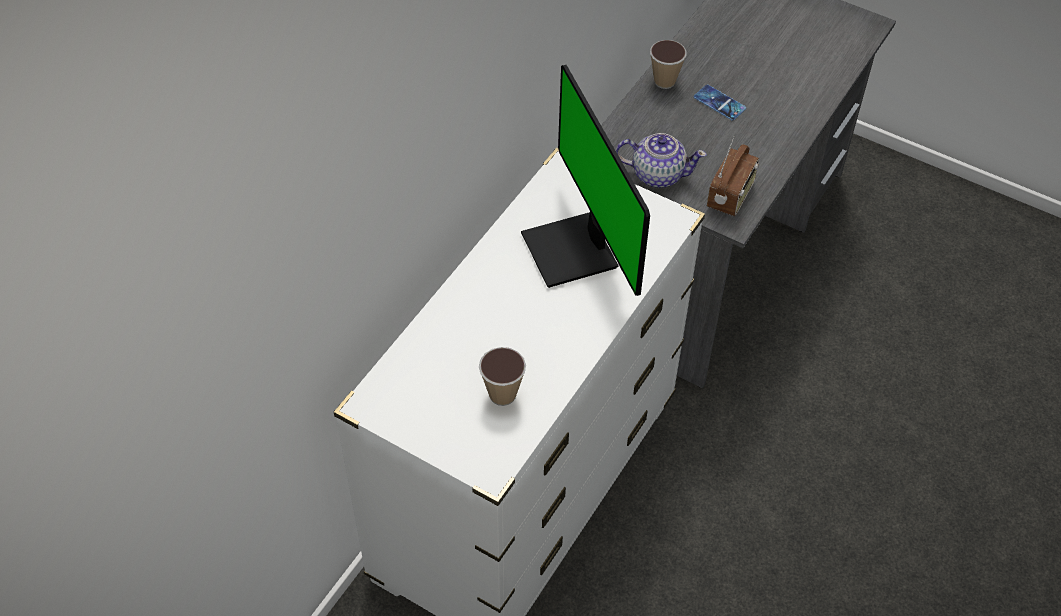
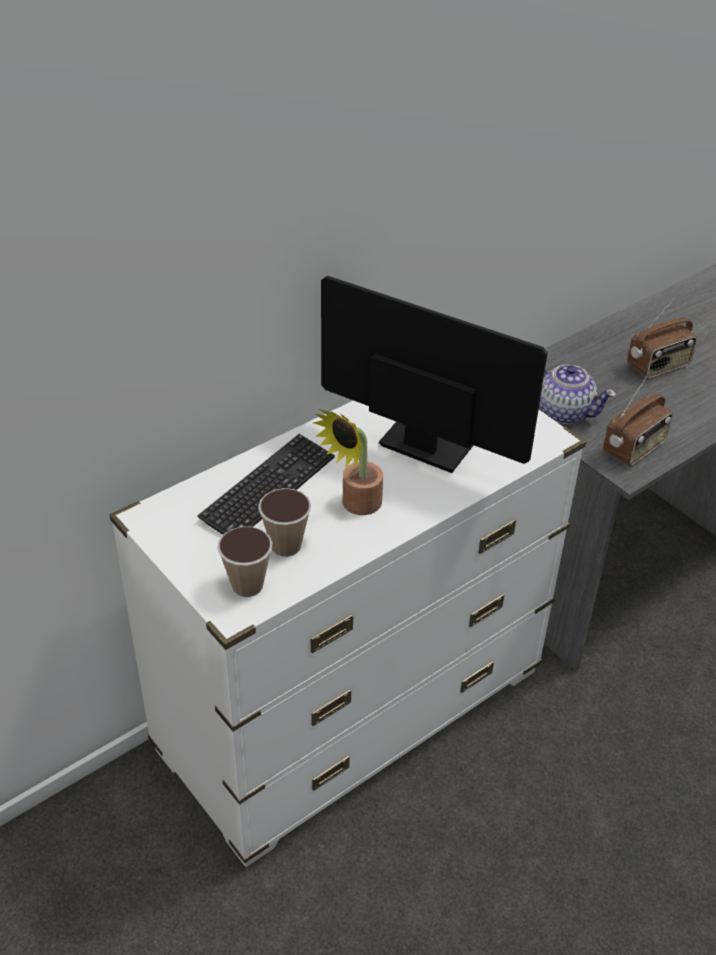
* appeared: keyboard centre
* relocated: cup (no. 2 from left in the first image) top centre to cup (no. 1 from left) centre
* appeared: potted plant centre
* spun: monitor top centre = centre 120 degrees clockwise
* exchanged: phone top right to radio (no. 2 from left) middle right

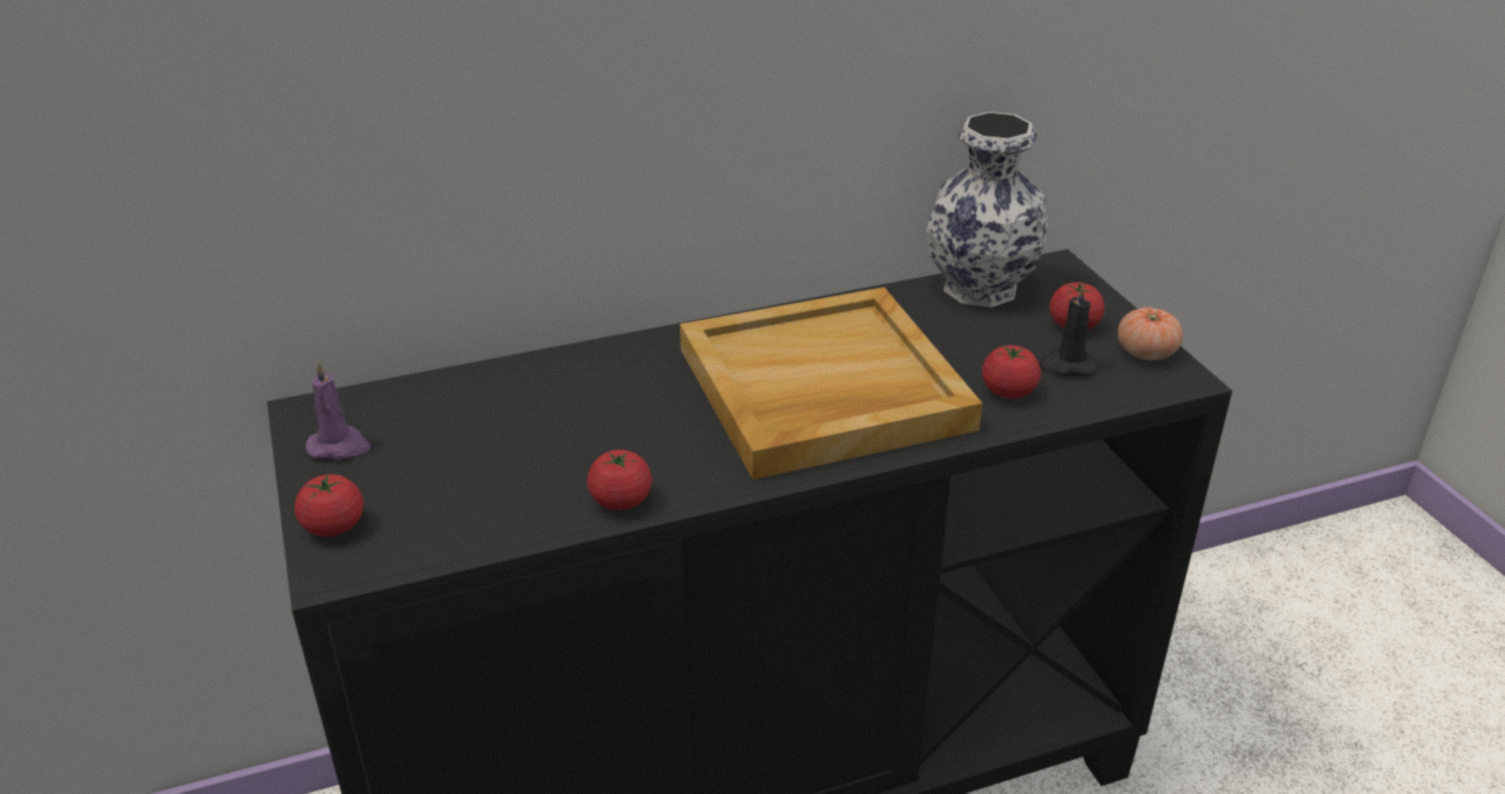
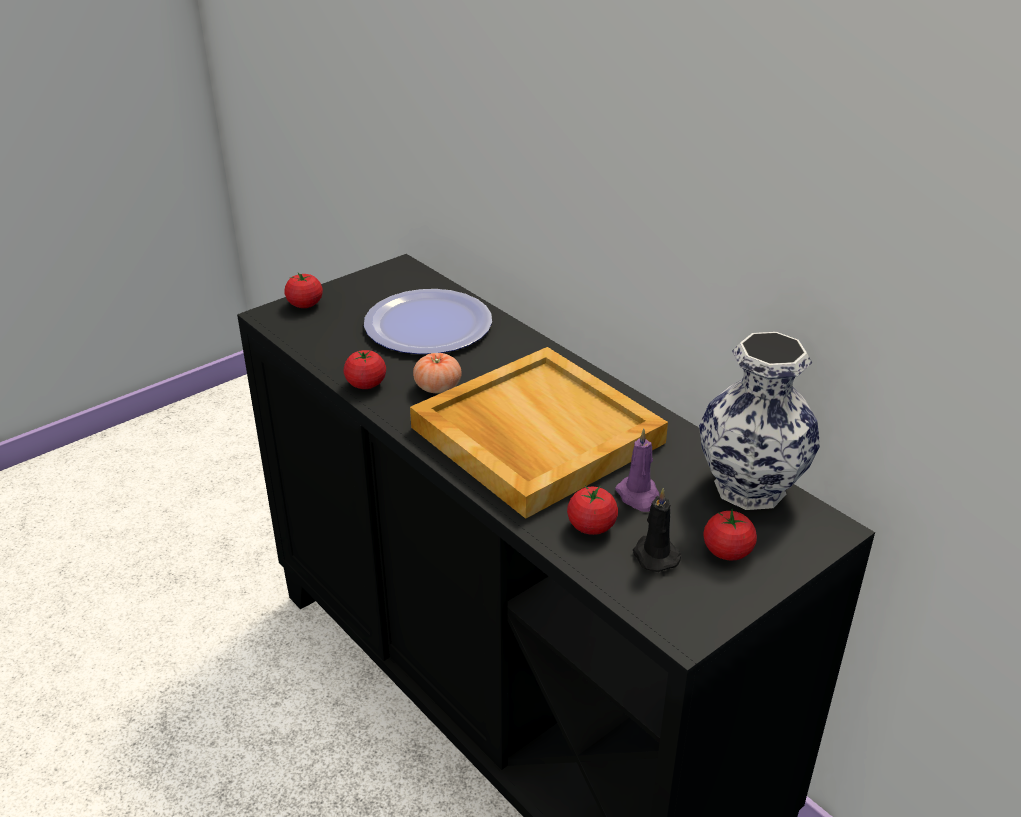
* appeared: plate centre
* relocated: tomato (no. 5 from left in the first image) middle right to tomato (no. 3 from left) centre
* relocated: candle/purple middle left to centre

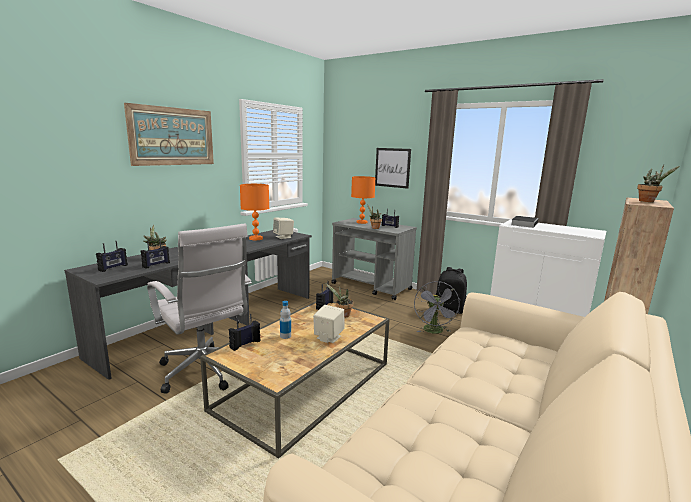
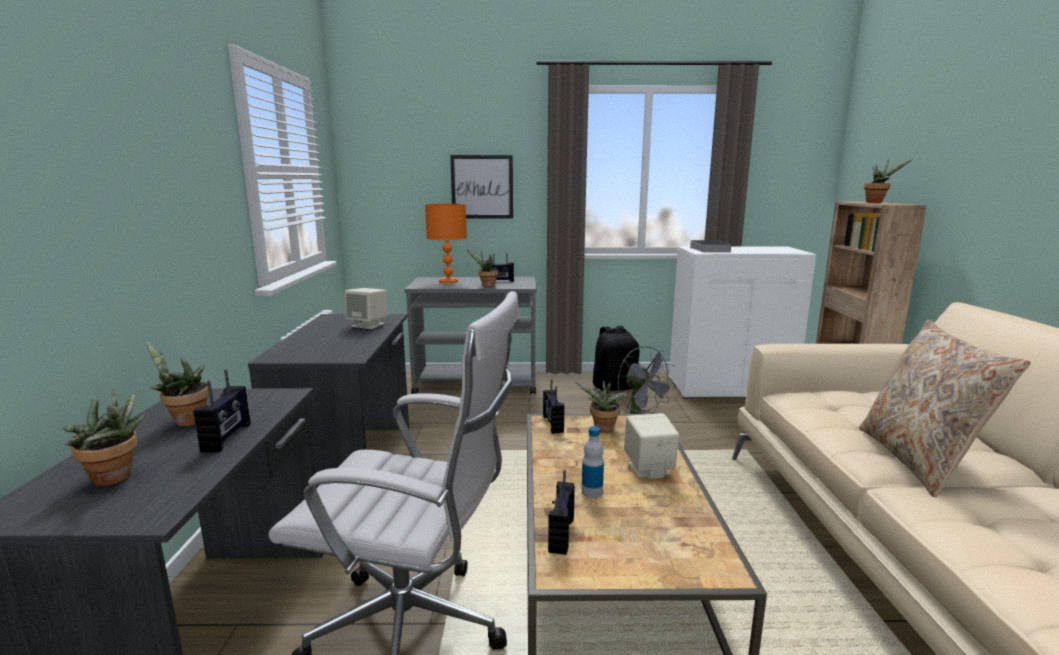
* exchanged: radio (no. 1 from left) middle left to potted plant (no. 1 from left) bottom left
* appeared: pillow/beige middle right
* missing: picture (no. 1 from left) top left
* missing: table lamp/orange (no. 1 from left) centre

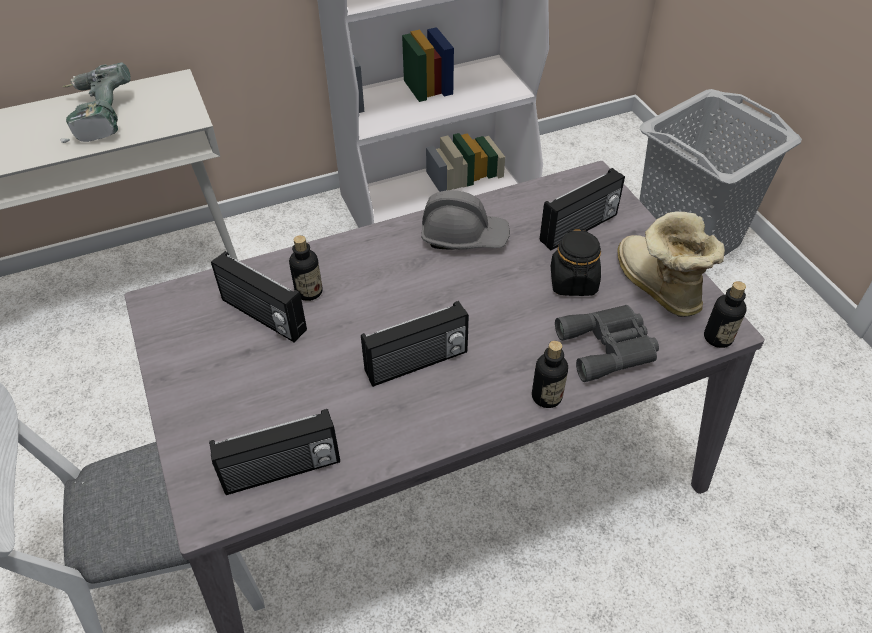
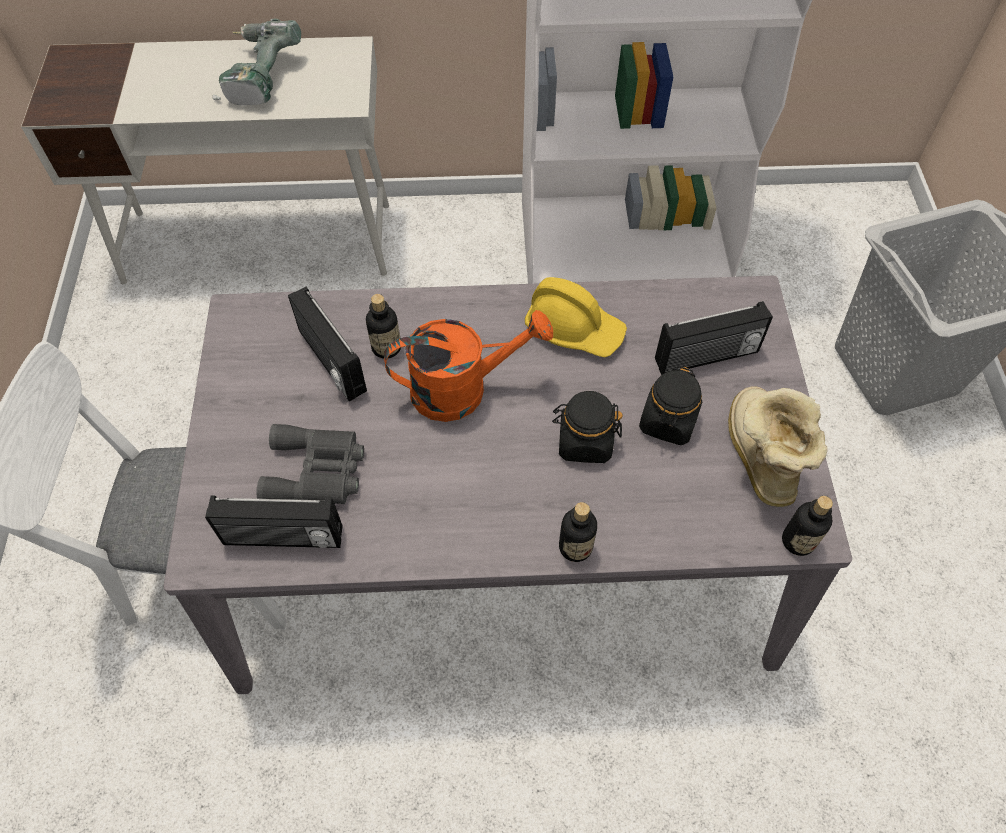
* relocated: binoculars/grey middle right to middle left
* appeared: watering can/orange centre
* colour: hard hat/grey centre to hard hat/yellow centre
* appeared: jar/black (no. 1 from left) centre
* missing: radio (no. 3 from left) centre

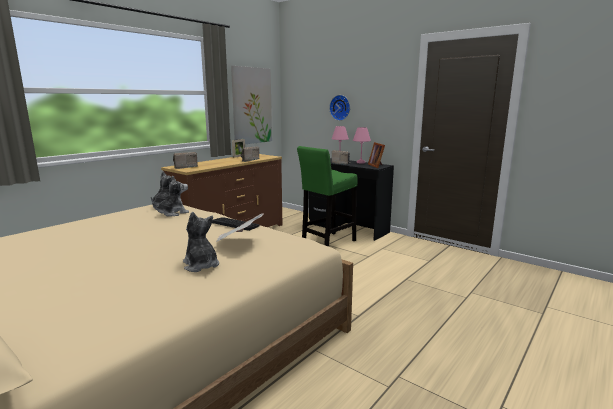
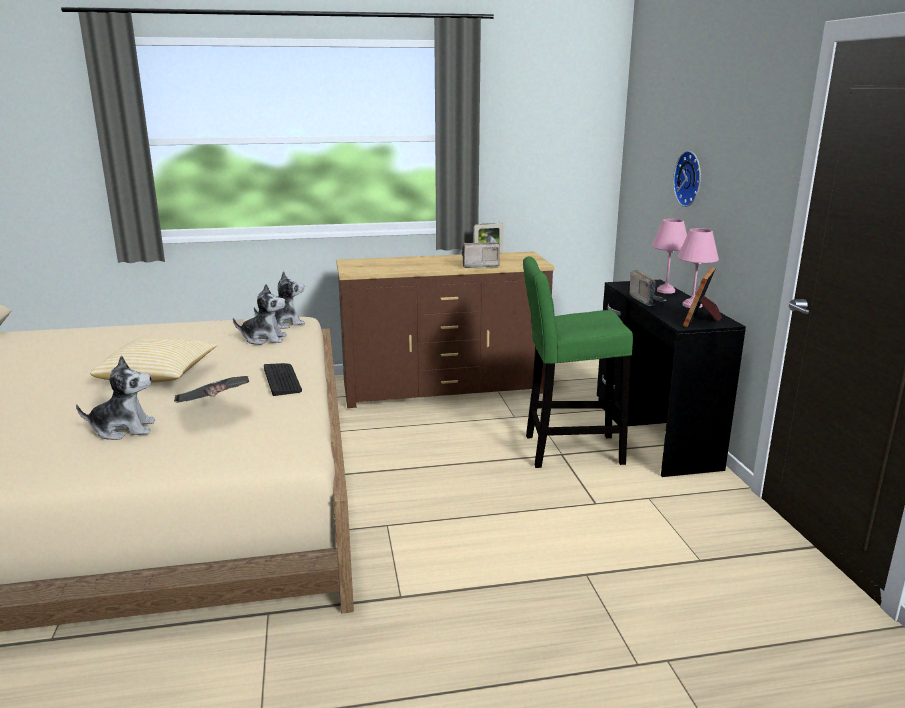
* spun: plush toy (no. 3 from left in the first image) middle left = middle left 75 degrees clockwise
* appeared: pillow middle left
* missing: radio (no. 1 from left) middle left
* missing: picture top centre

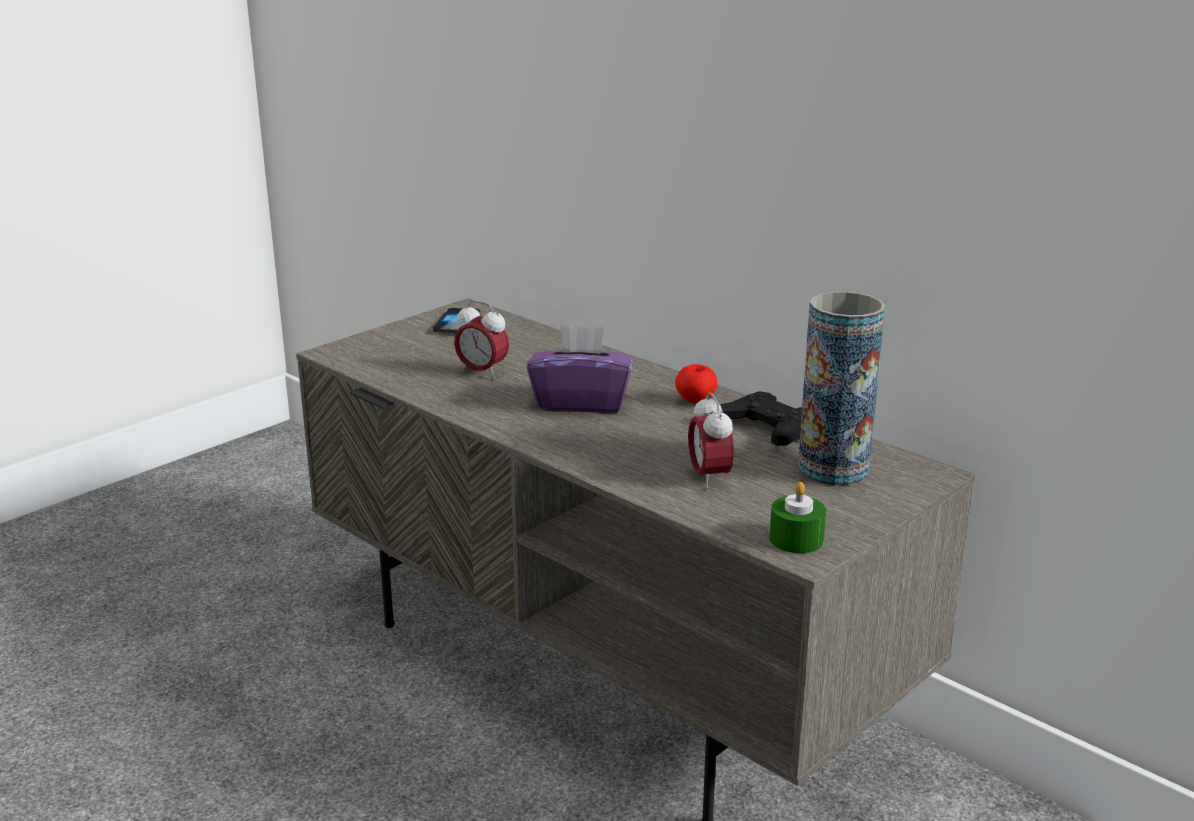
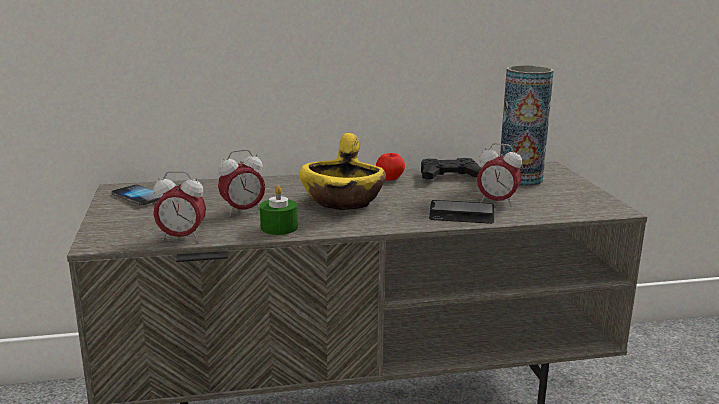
* appeared: alarm clock (no. 1 from left) middle left
* relocated: candle/green middle right to centre
* exchanged: tissue box/purple centre to bowl/yellow centre
* appeared: phone (no. 2 from left) centre

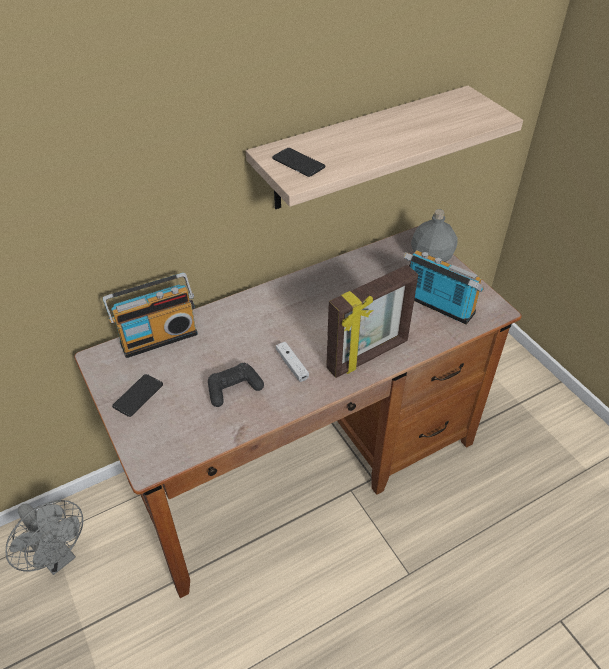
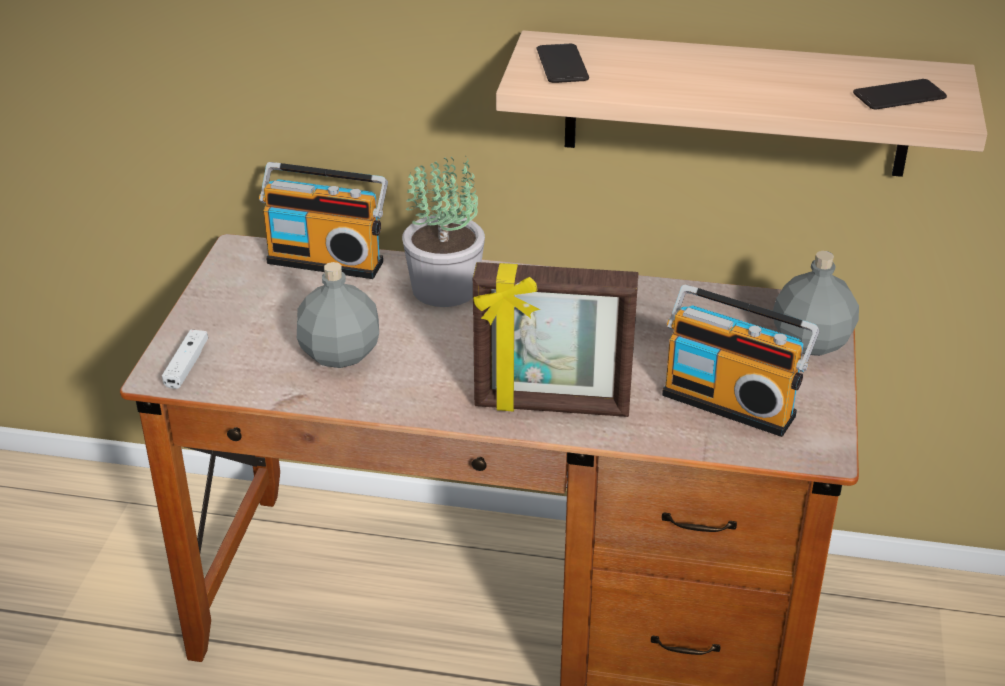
* relocated: game controller/white centre to middle left
* exchanged: game controller/black centre to bottle/grey (no. 1 from left) centre
* appeared: potted plant centre
* spun: radio (no. 2 from left) middle right = middle right 135 degrees clockwise
* relocated: phone (no. 1 from left in the first image) middle left to phone (no. 2 from left) top right
* missing: fan/grey bottom left

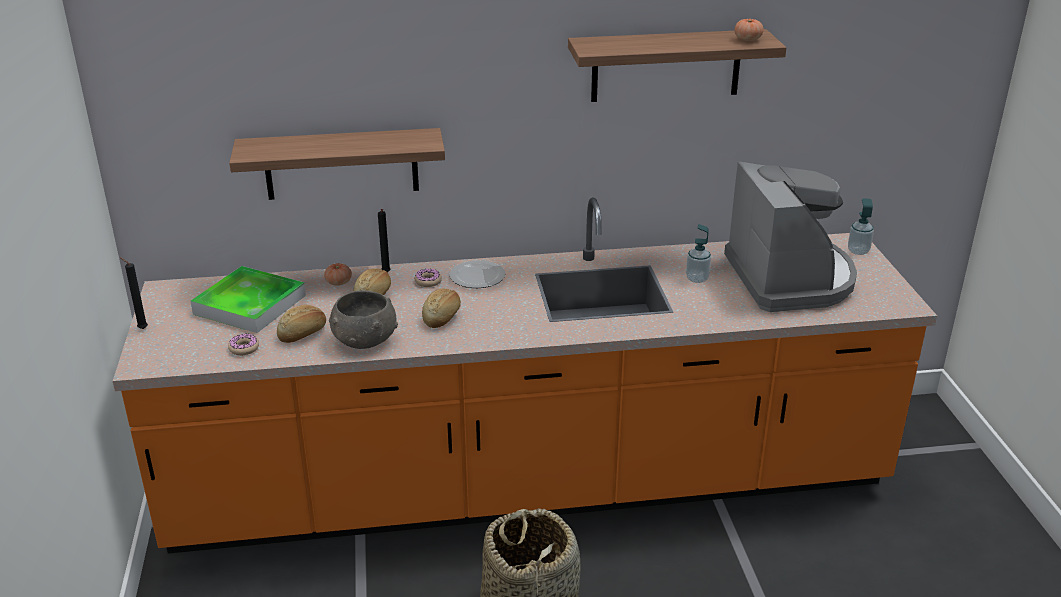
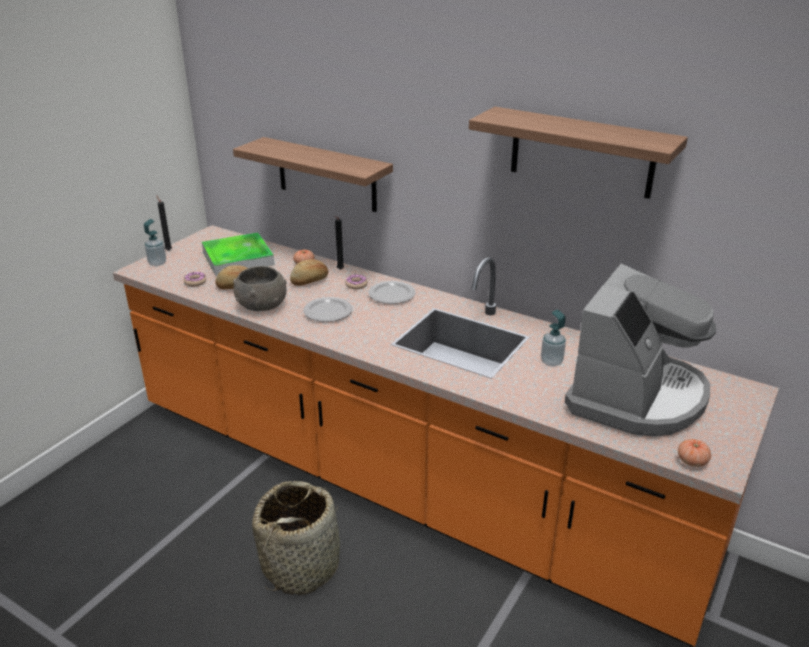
* relocated: soap dispenser (no. 2 from left in the first image) middle right to soap dispenser (no. 1 from left) middle left
* exchanged: bread (no. 3 from left) centre to plate (no. 1 from left) centre
* relocated: tomato (no. 2 from left) top right to bottom right

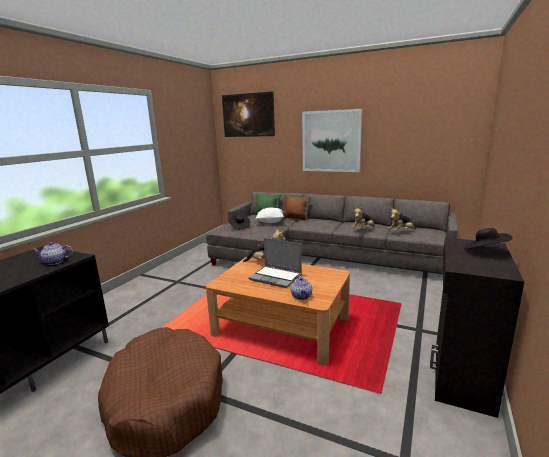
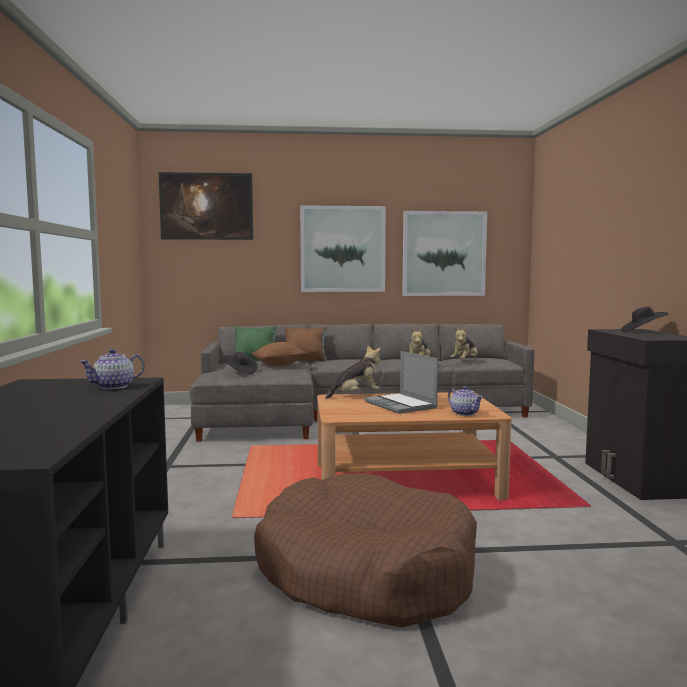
* colour: pillow/white centre to pillow/brown (no. 1 from left) centre
* spun: laptop centre = centre 60 degrees clockwise
* appeared: picture (no. 3 from left) centre

